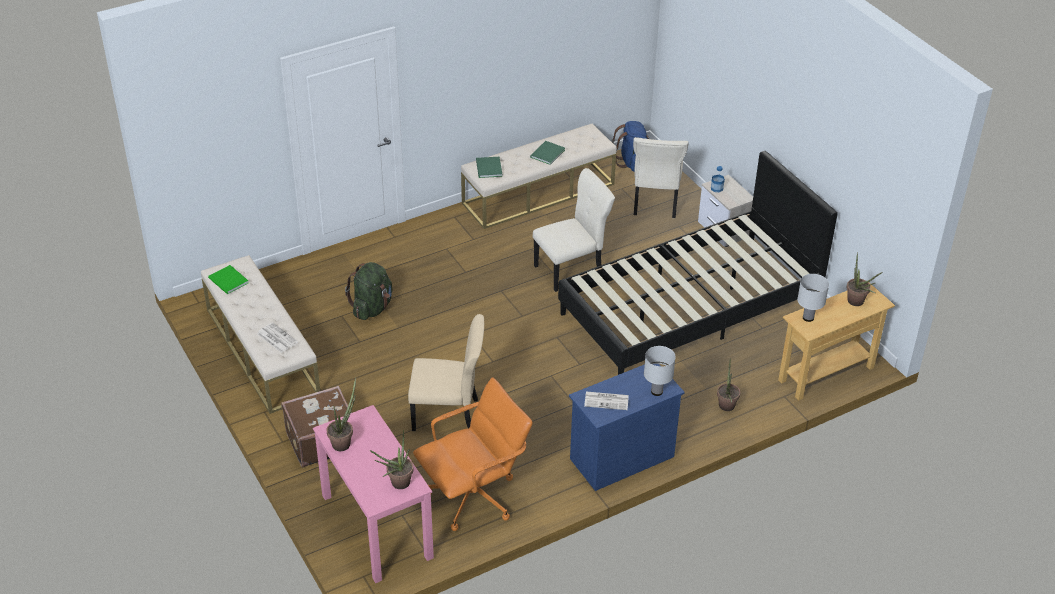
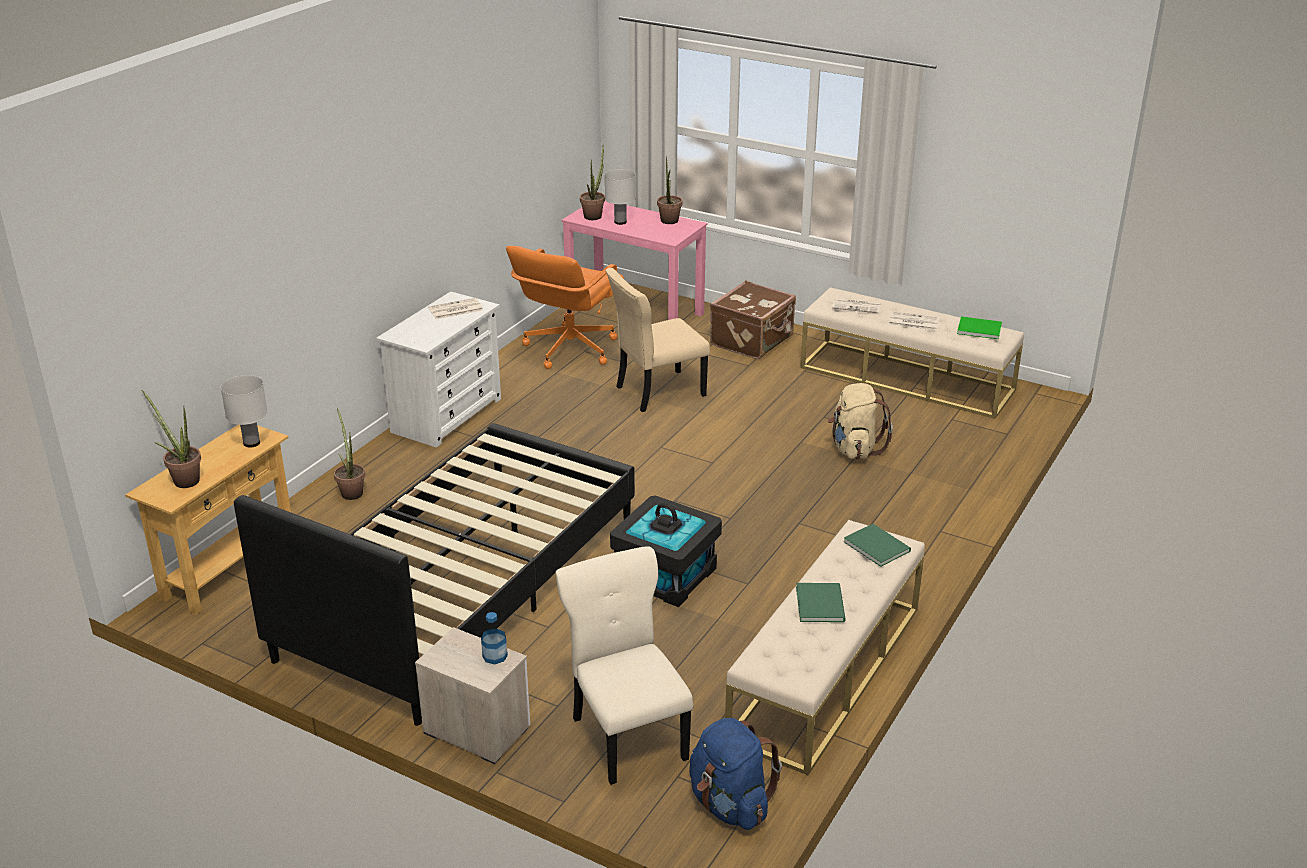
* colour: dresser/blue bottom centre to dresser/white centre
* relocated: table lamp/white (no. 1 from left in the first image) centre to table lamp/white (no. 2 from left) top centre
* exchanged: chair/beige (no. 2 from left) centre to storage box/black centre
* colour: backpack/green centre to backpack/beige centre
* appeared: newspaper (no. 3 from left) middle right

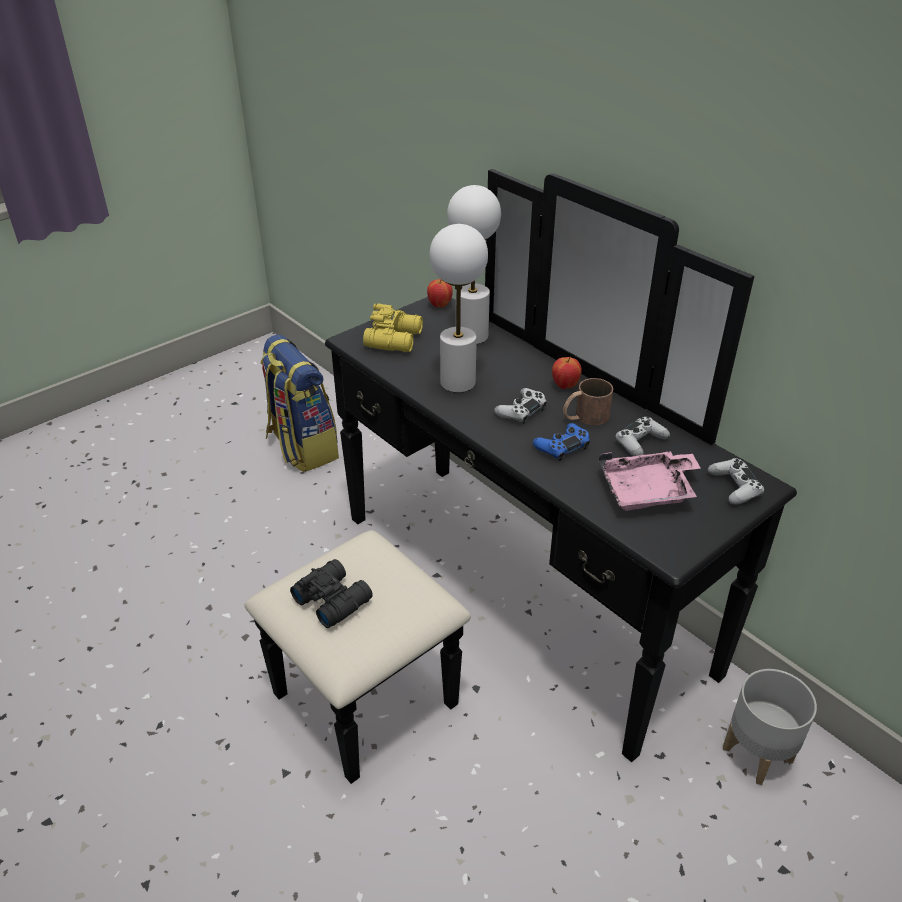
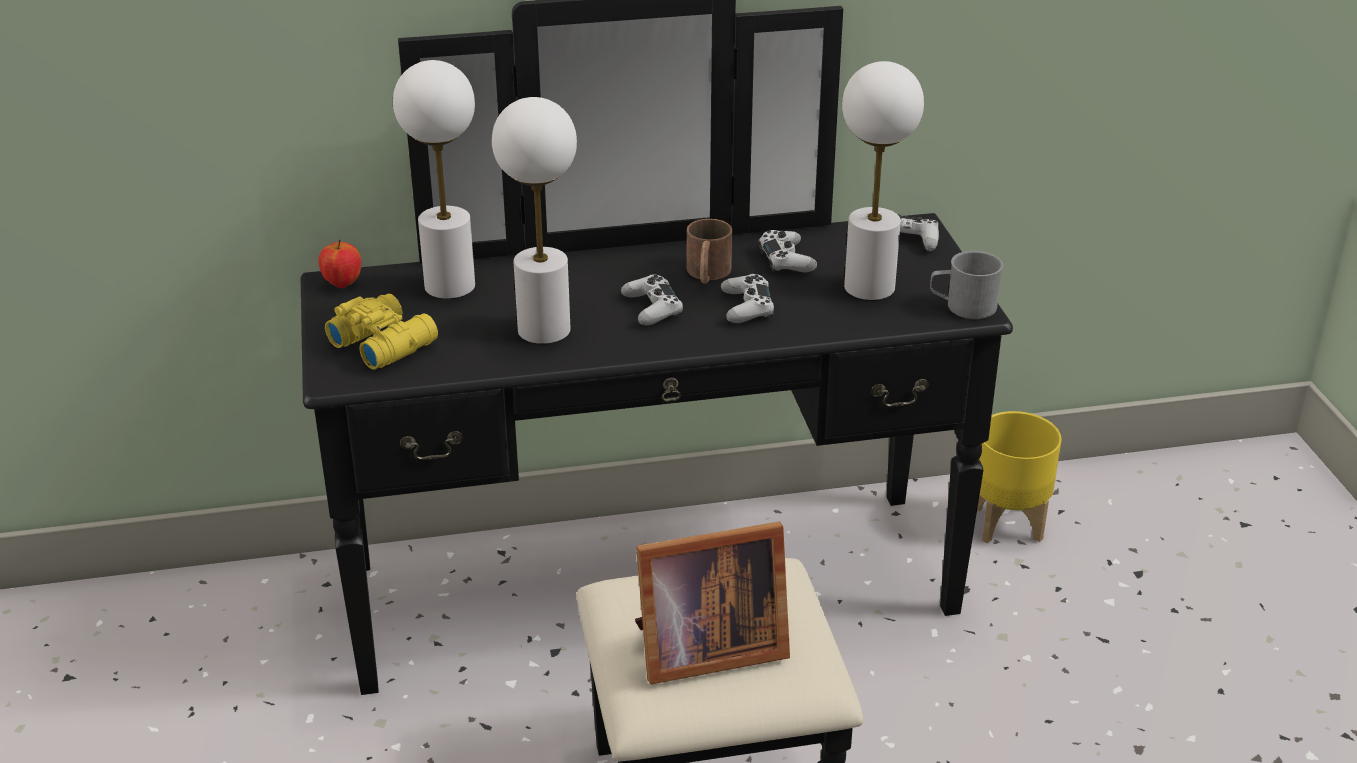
* exchanged: binoculars/black centre to picture frame bottom centre
* colour: game controller/blue centre to game controller/white (no. 2 from left) centre
* exchanged: tray/pink middle right to table lamp/white (no. 3 from left) top centre
* appeared: mug/grey middle right
* colour: planter/grey bottom right to planter/yellow middle right
* missing: backpack middle left
* missing: apple (no. 2 from left) centre

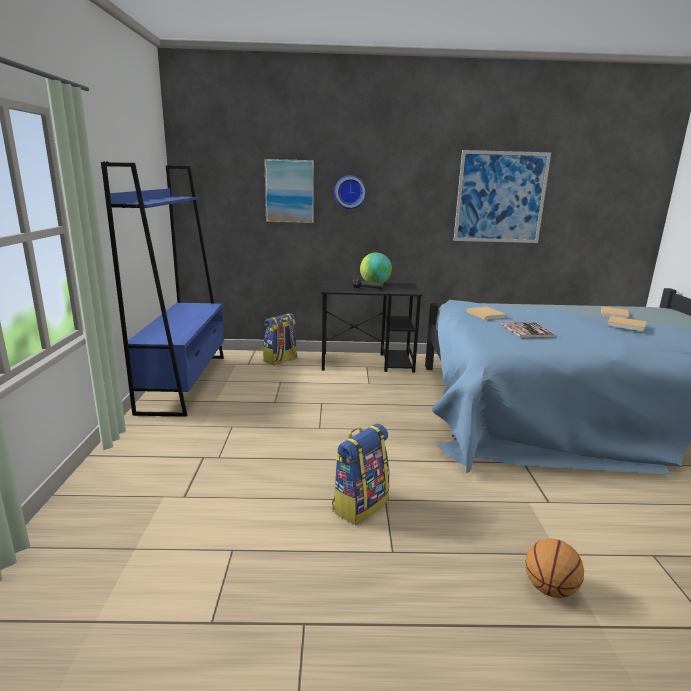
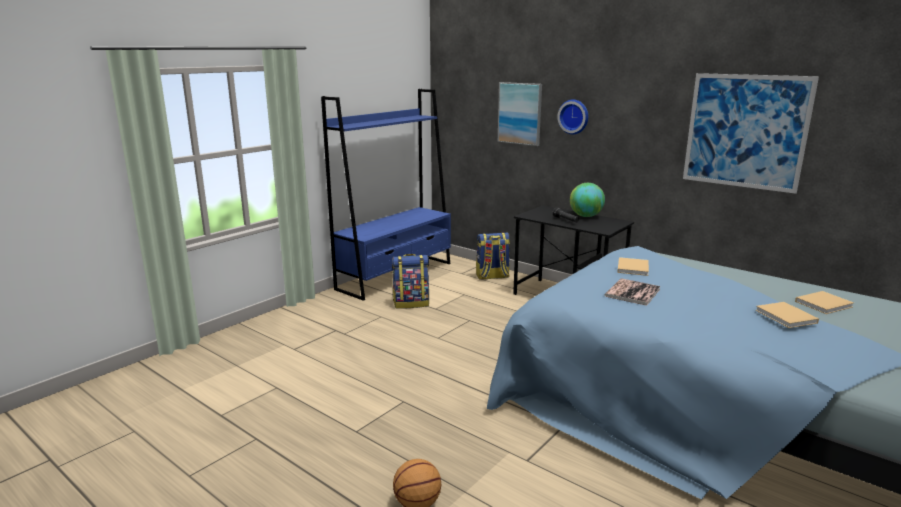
* relocated: backpack (no. 2 from left in the first image) bottom centre to backpack (no. 1 from left) centre

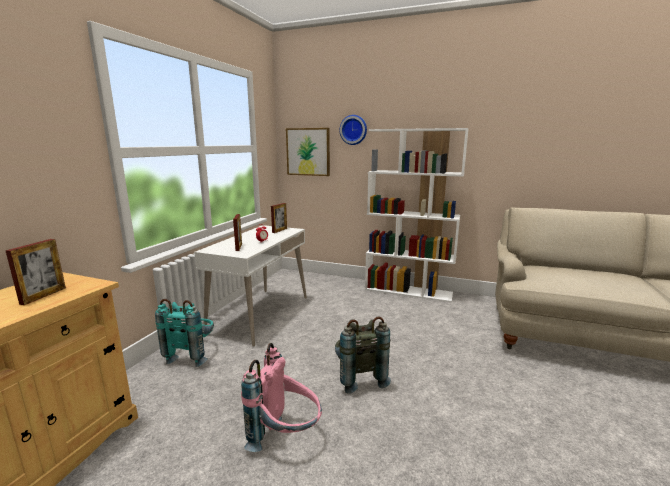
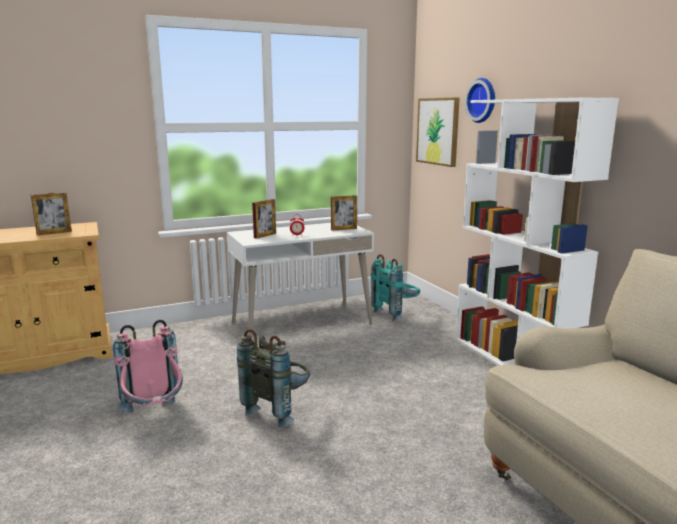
* relocated: backpack/turquoise bottom left to centre

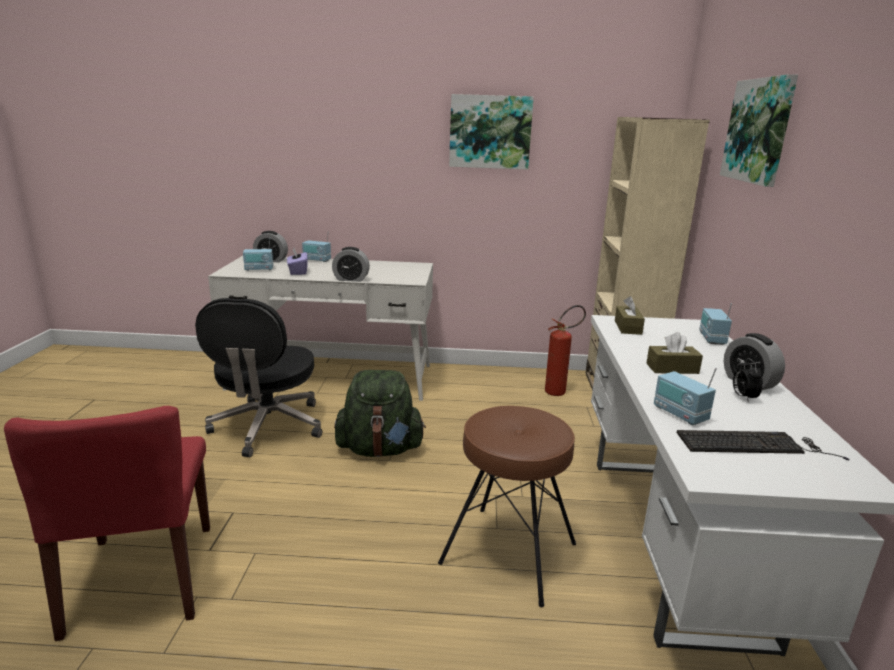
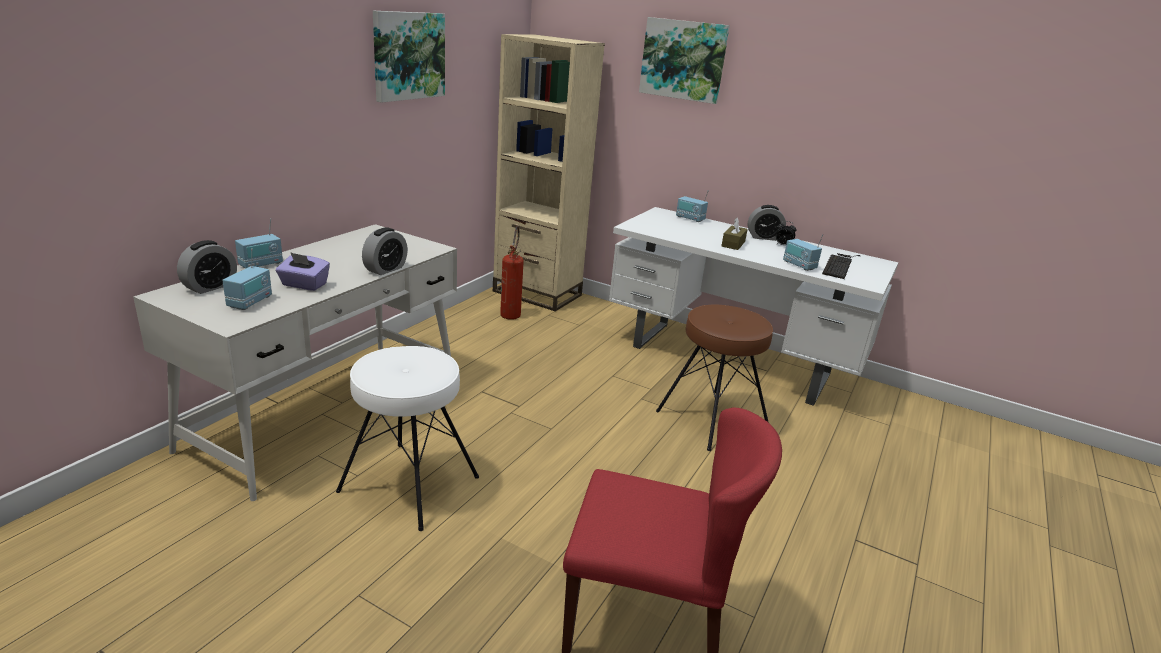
* exchanged: office chair/black middle left to stool/white bottom centre
* spun: radio (no. 3 from left in the first image) middle right = middle right 60 degrees clockwise
* missing: backpack/green centre
* missing: tissue box/brown (no. 1 from left) middle right

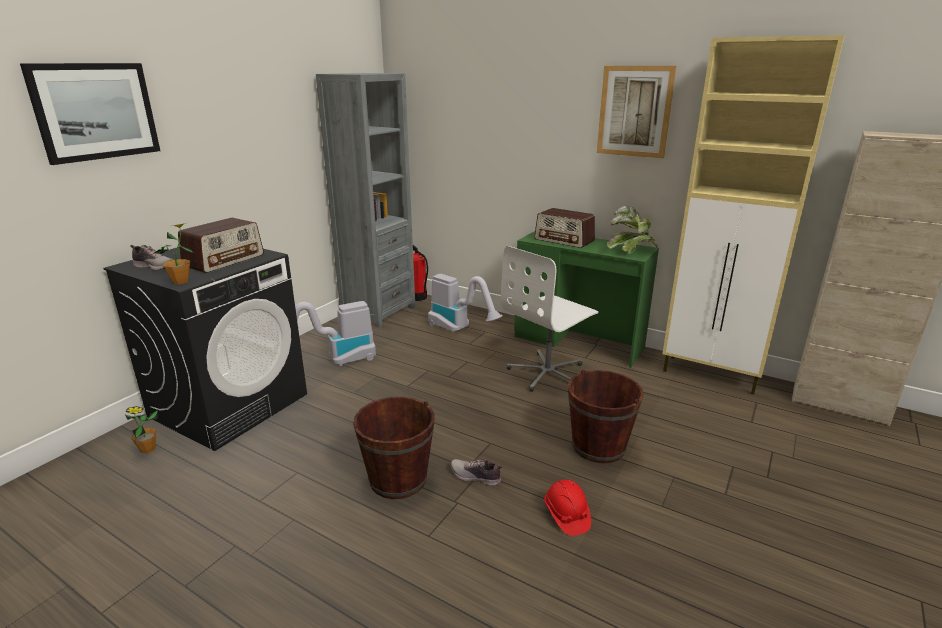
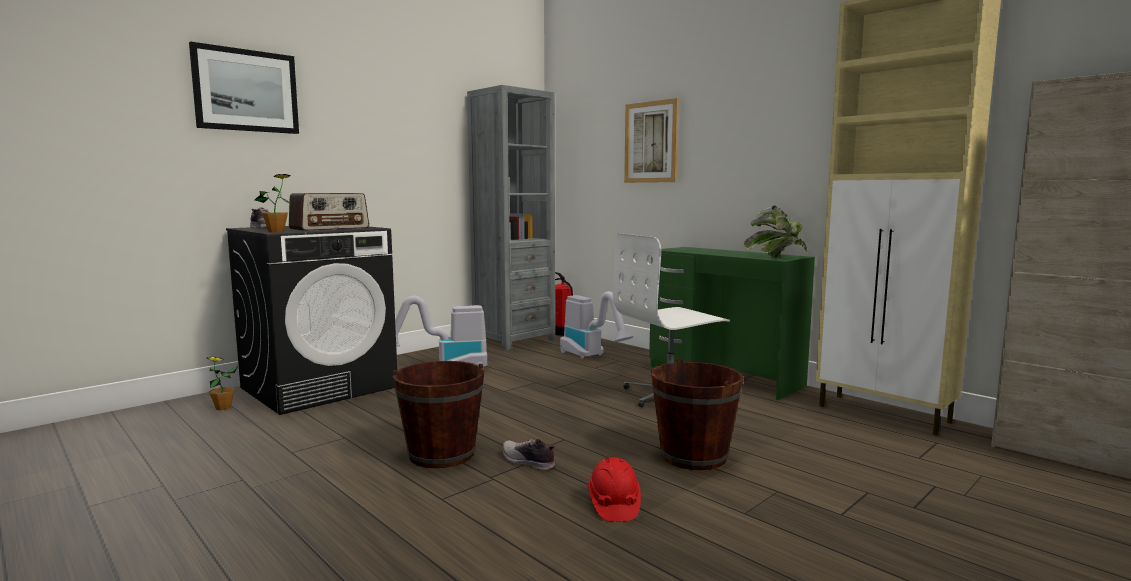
* relocated: picture (no. 2 from left) top right to top centre
* missing: radio (no. 2 from left) centre

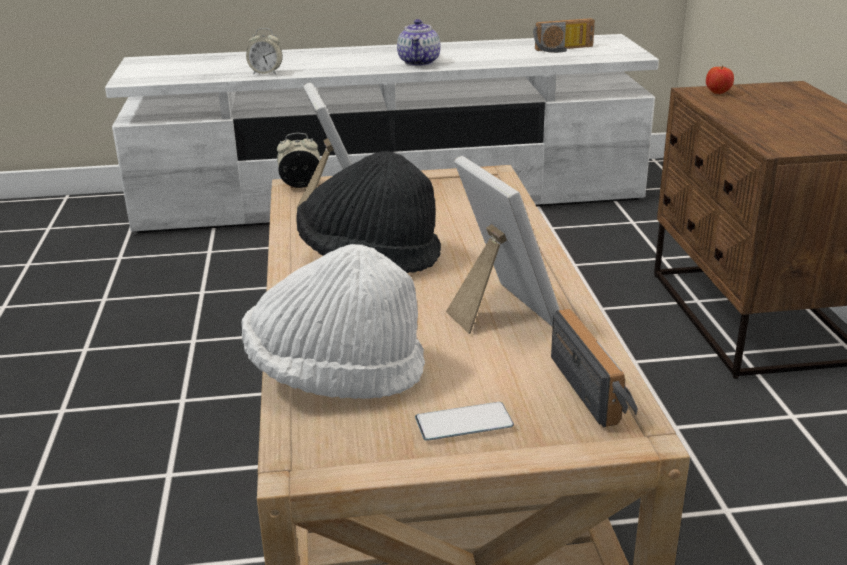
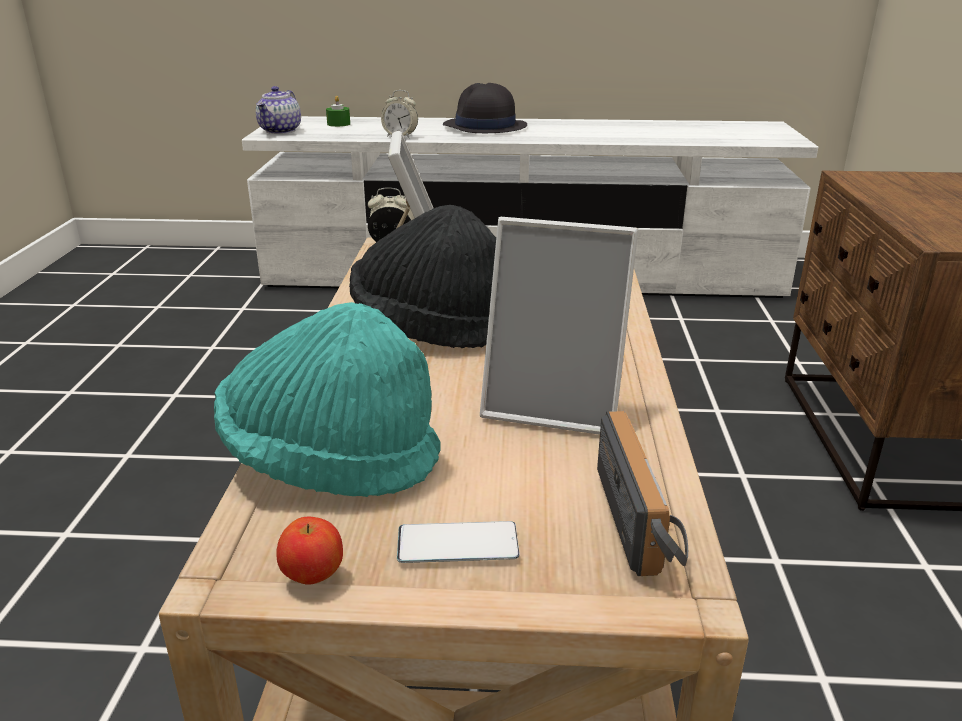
* colour: hat/white centre to hat/turquoise centre
* relocated: teapot top centre to top left
* relocated: apple top right to bottom left
* appeared: candle/green top centre
* appeared: hat/black (no. 2 from left) top centre
* spun: picture frame (no. 2 from left) centre = centre 120 degrees clockwise
* missing: radio (no. 1 from left) top centre

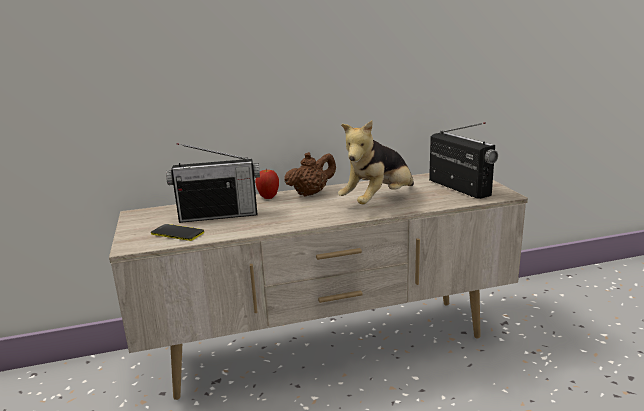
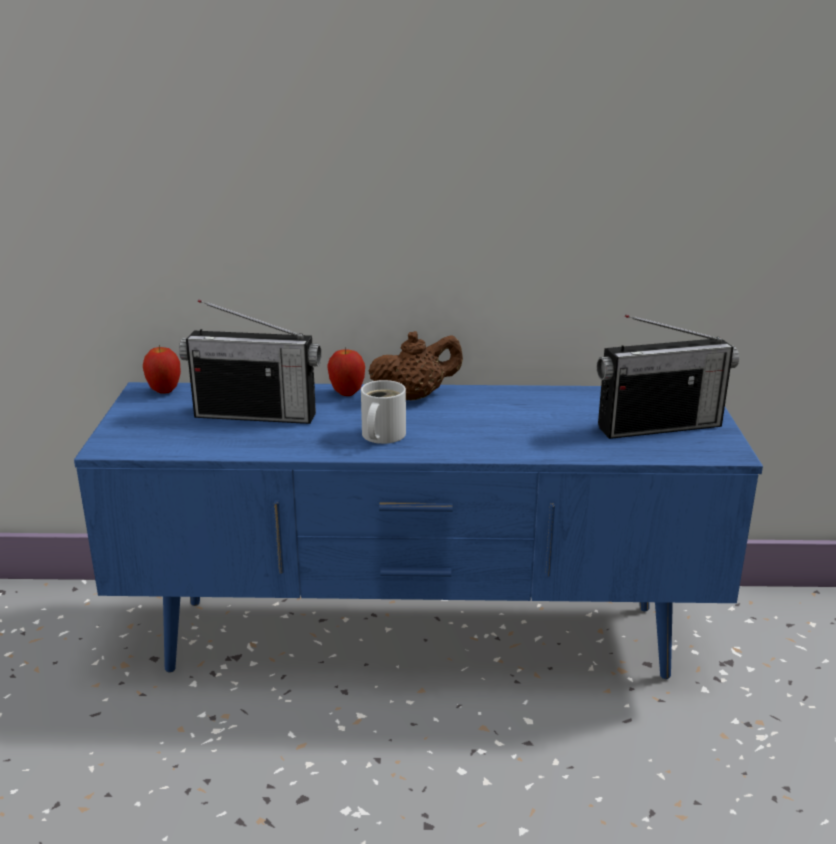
* colour: tv stand/beige bottom centre to tv stand/blue centre
* appeared: apple (no. 1 from left) middle left
* appeared: mug/white centre
* spun: radio (no. 2 from left) middle right = middle right 90 degrees clockwise
* missing: phone middle left
* missing: plush toy centre

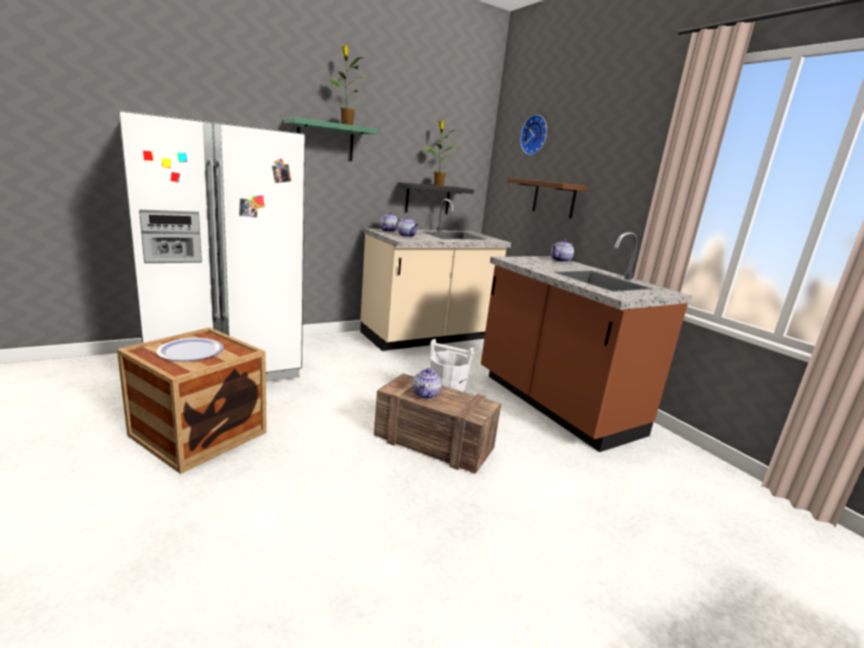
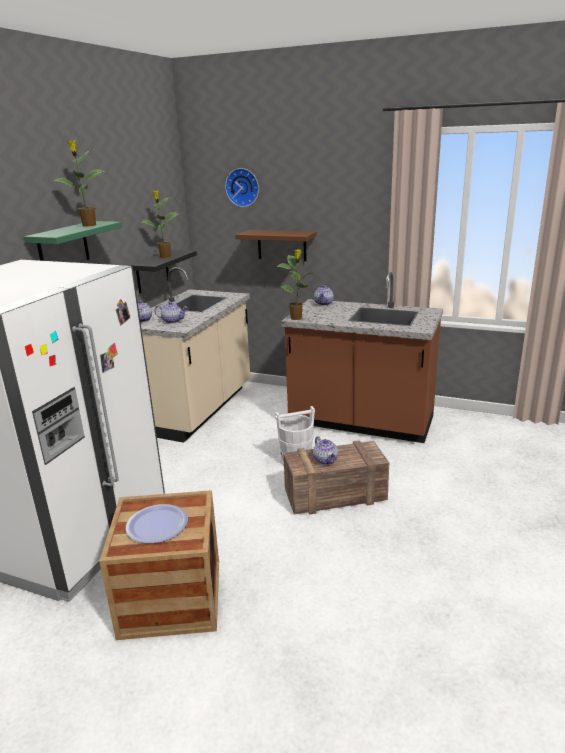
* appeared: potted plant (no. 3 from left) centre

